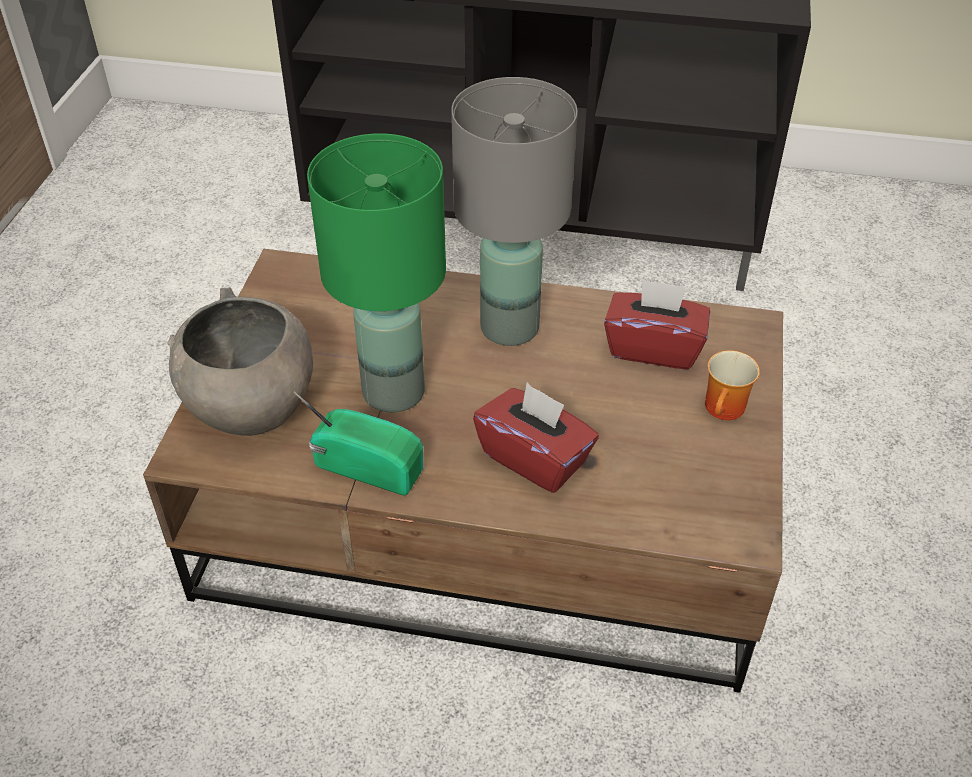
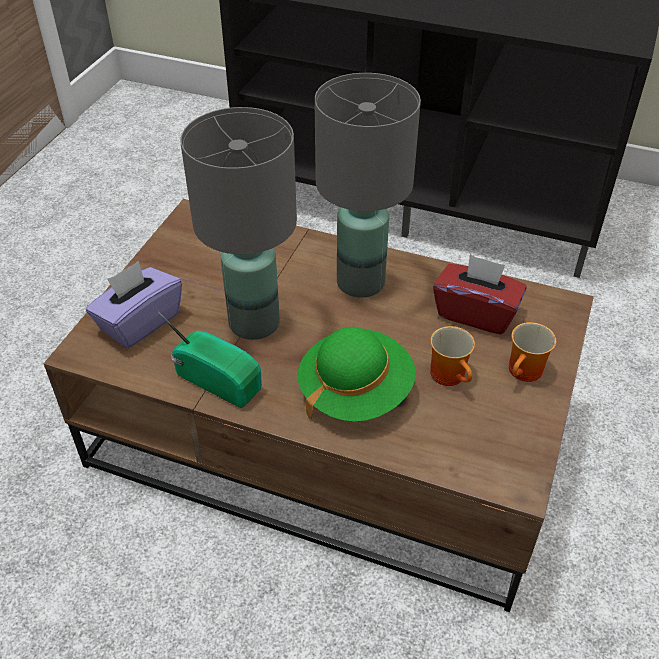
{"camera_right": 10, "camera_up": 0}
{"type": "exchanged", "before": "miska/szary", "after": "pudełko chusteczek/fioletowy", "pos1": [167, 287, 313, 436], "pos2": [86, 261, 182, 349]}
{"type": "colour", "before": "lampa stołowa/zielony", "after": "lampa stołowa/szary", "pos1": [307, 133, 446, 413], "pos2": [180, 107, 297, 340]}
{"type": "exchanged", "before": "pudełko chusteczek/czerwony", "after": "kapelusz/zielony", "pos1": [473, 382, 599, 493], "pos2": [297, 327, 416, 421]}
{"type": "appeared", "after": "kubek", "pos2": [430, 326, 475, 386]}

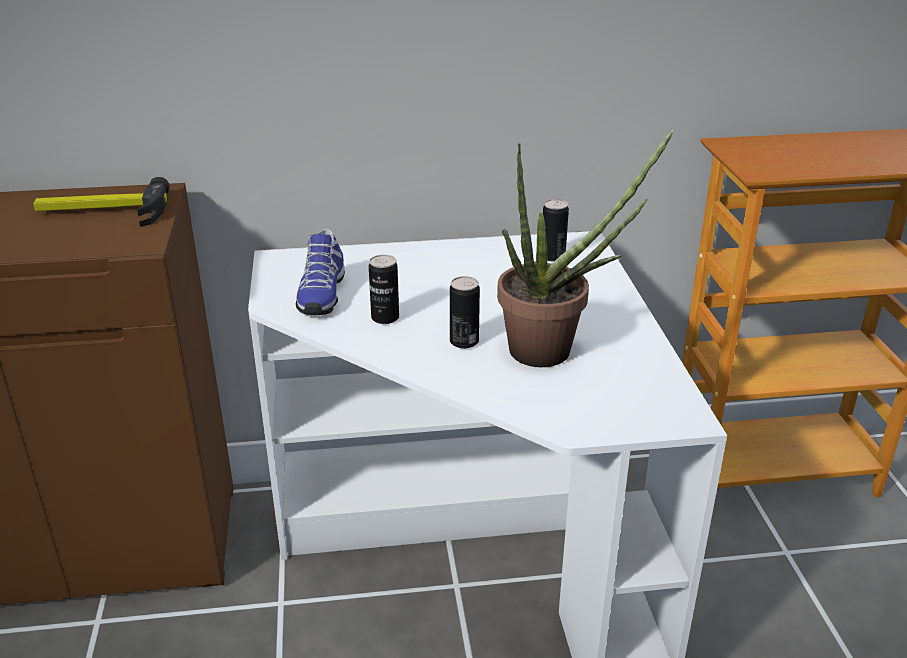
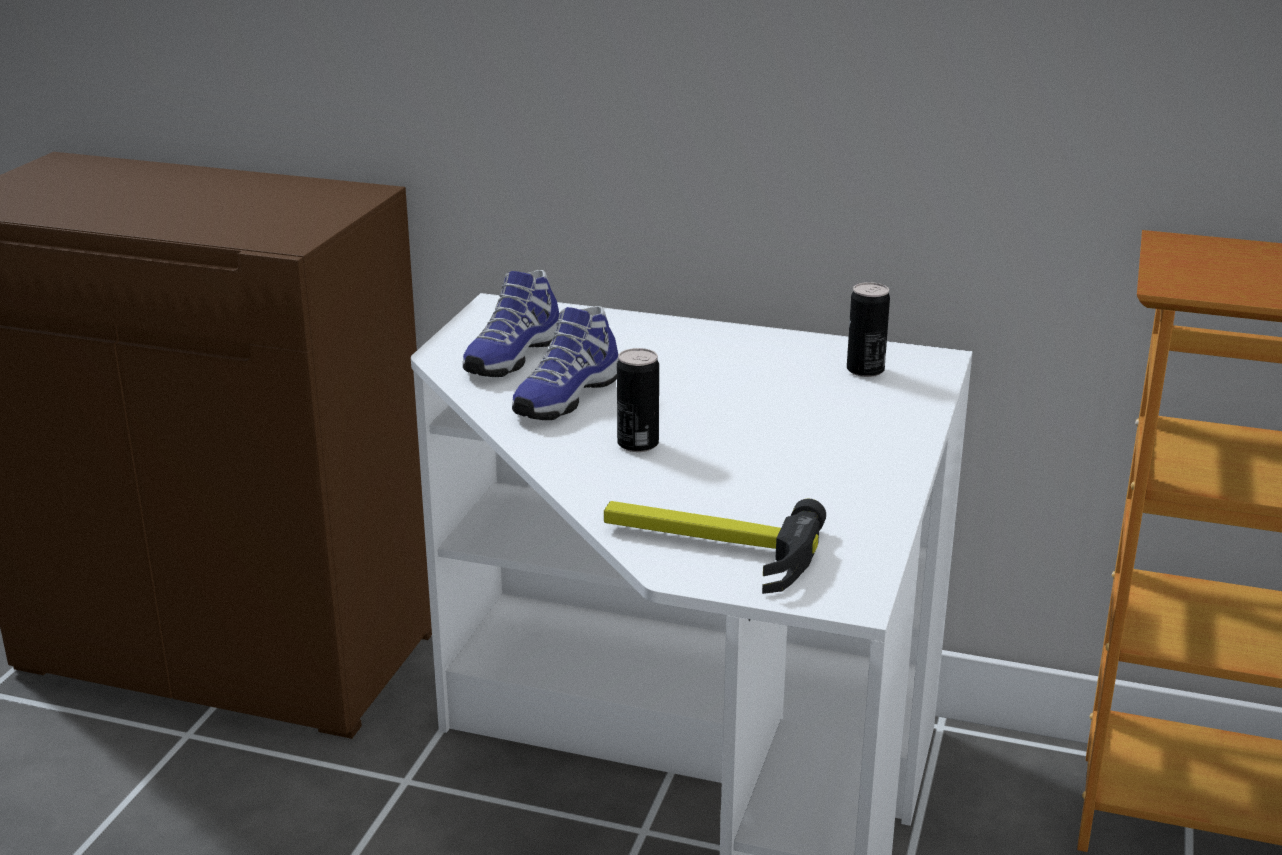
{"camera_right": 25, "camera_up": -5}
{"type": "relocated", "before": "młotek", "pos1": [33, 177, 169, 227], "pos2": [604, 499, 826, 594]}
{"type": "exchanged", "before": "puszka", "after": "but", "pos1": [369, 255, 399, 324], "pos2": [512, 306, 619, 420]}
{"type": "missing", "before": "roślina doniczkowa", "pos1": [497, 129, 674, 367]}

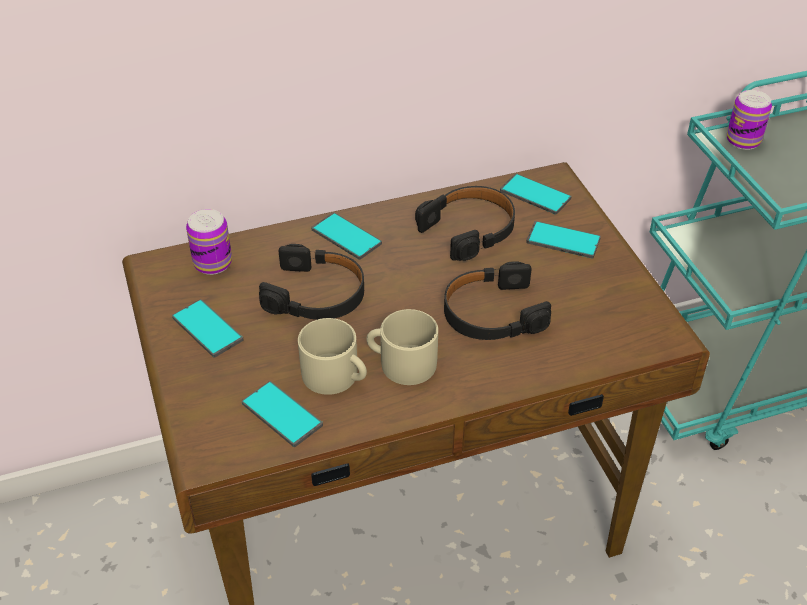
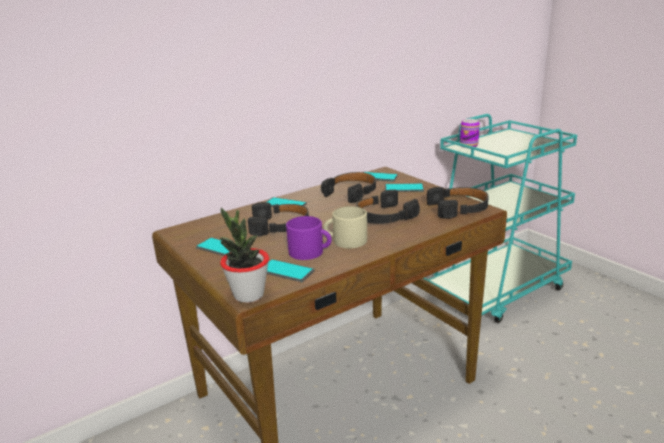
{"camera_right": -15, "camera_up": -20}
{"type": "missing", "before": "puszka", "pos1": [186, 209, 232, 275]}
{"type": "colour", "before": "kubek/beżowy", "after": "kubek/fioletowy", "pos1": [298, 318, 367, 395], "pos2": [286, 216, 332, 260]}
{"type": "appeared", "after": "roślina doniczkowa", "pos2": [219, 207, 269, 303]}
{"type": "appeared", "after": "słuchawki/czarny", "pos2": [427, 187, 489, 219]}

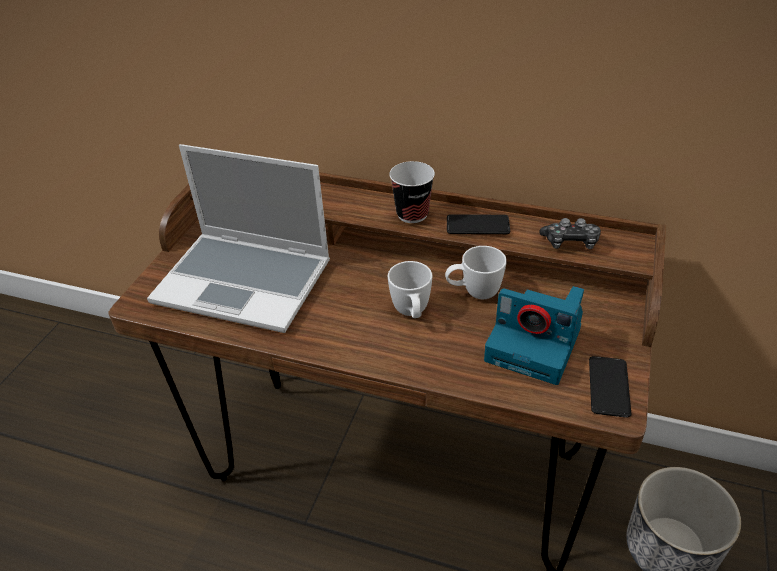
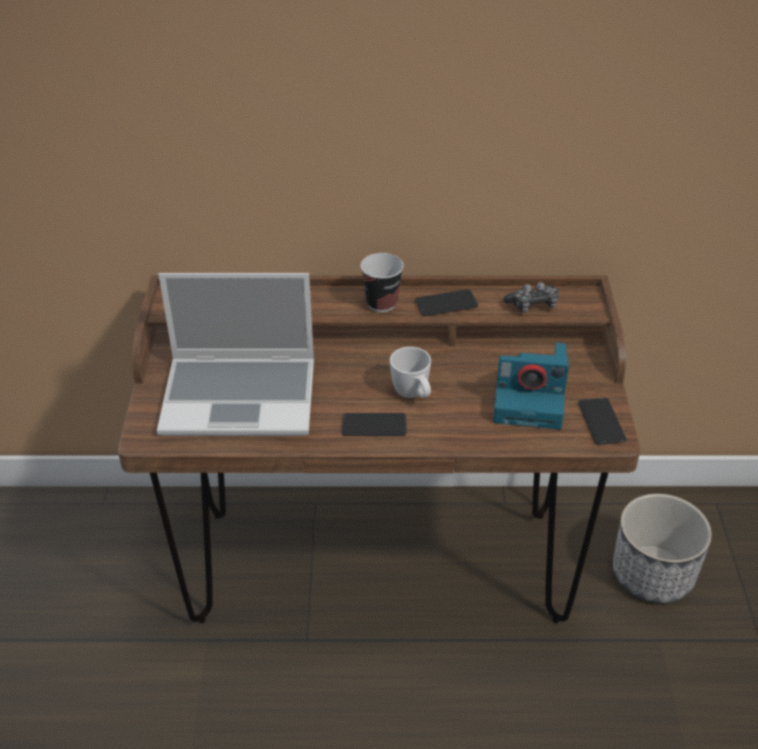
{"camera_right": -20, "camera_up": 0}
{"type": "missing", "before": "kubek/biały", "pos1": [445, 246, 507, 299]}
{"type": "appeared", "after": "telefon", "pos2": [342, 413, 407, 436]}

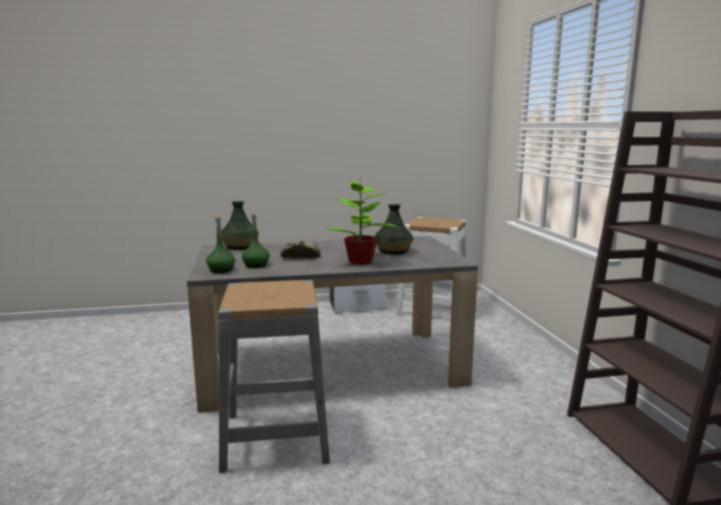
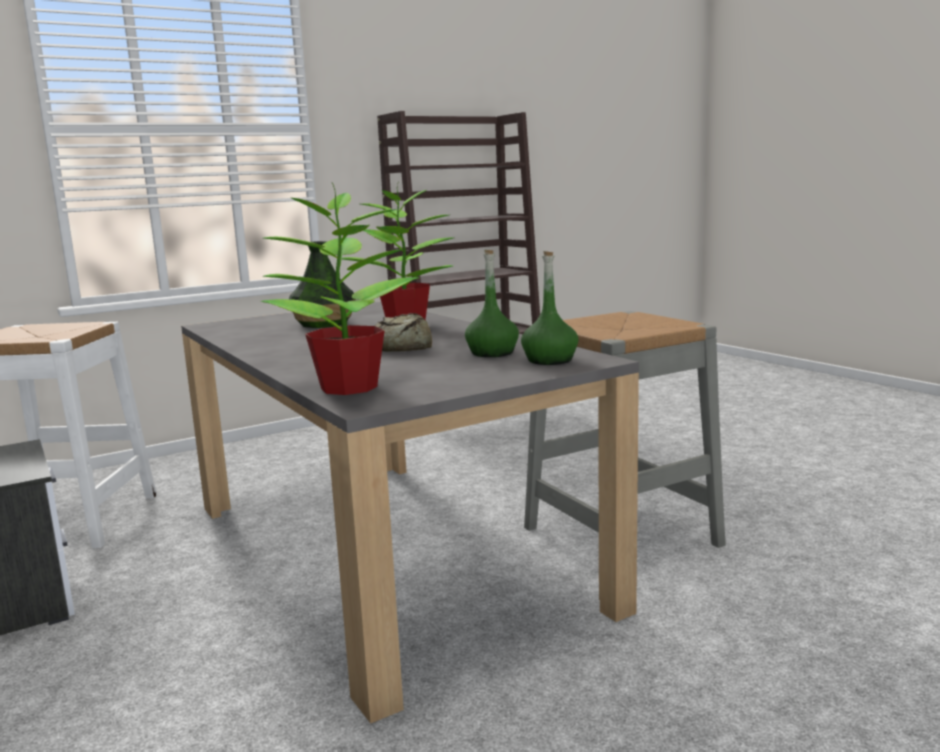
{"camera_right": -110, "camera_up": 0}
{"type": "exchanged", "before": "wazon", "after": "roślina doniczkowa", "pos1": [222, 201, 259, 250], "pos2": [261, 183, 420, 395]}

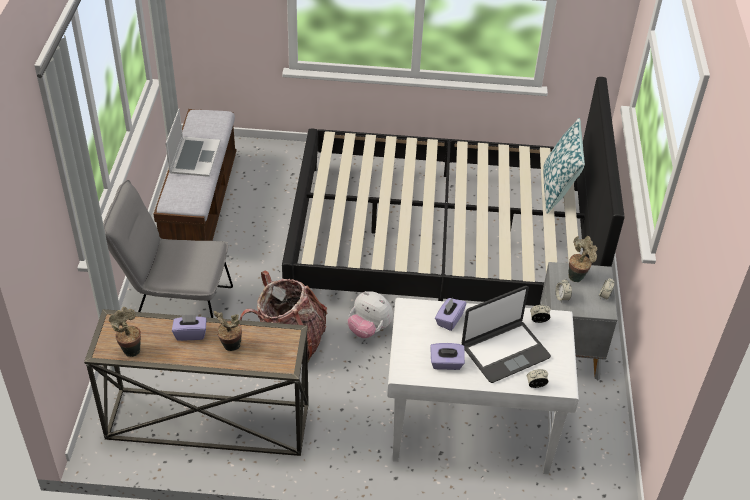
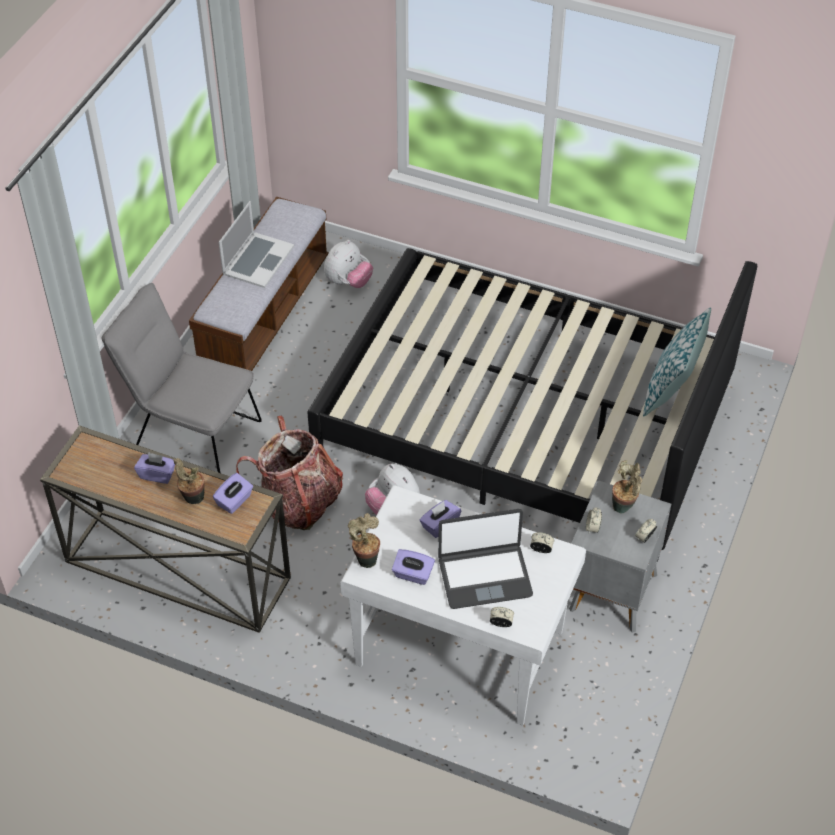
{"camera_right": 20, "camera_up": 5}
{"type": "relocated", "before": "roślina doniczkowa", "pos1": [109, 307, 141, 357], "pos2": [348, 513, 380, 568]}
{"type": "appeared", "after": "pudełko chusteczek/fioletowy", "pos2": [213, 473, 253, 514]}
{"type": "appeared", "after": "pluszak", "pos2": [324, 240, 373, 288]}

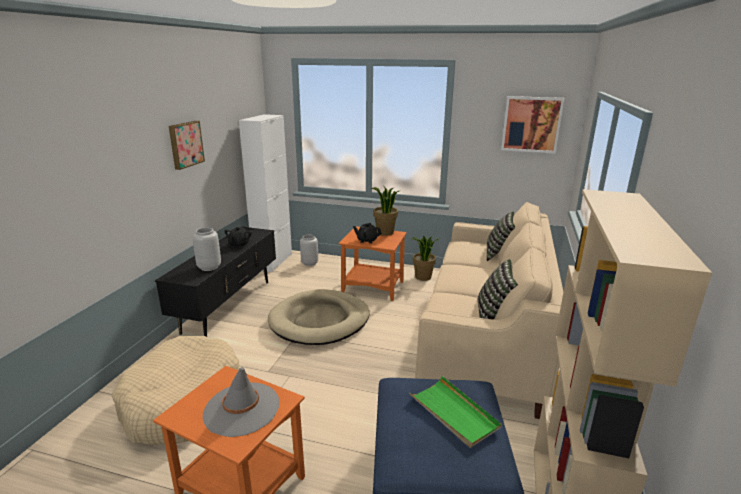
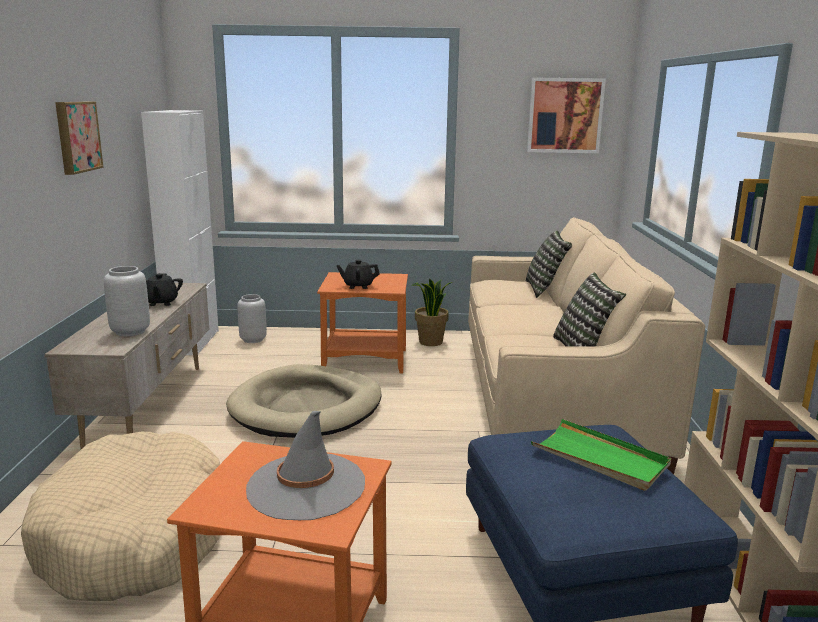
{"camera_right": -15, "camera_up": -5}
{"type": "colour", "before": "szafka pod telewizor/czarny", "after": "szafka pod telewizor/beżowy", "pos1": [155, 227, 276, 337], "pos2": [44, 283, 209, 449]}
{"type": "missing", "before": "roślina doniczkowa", "pos1": [371, 185, 399, 236]}

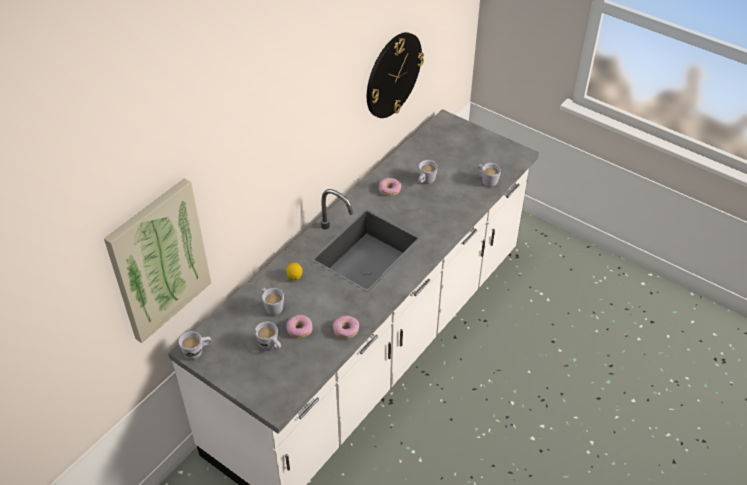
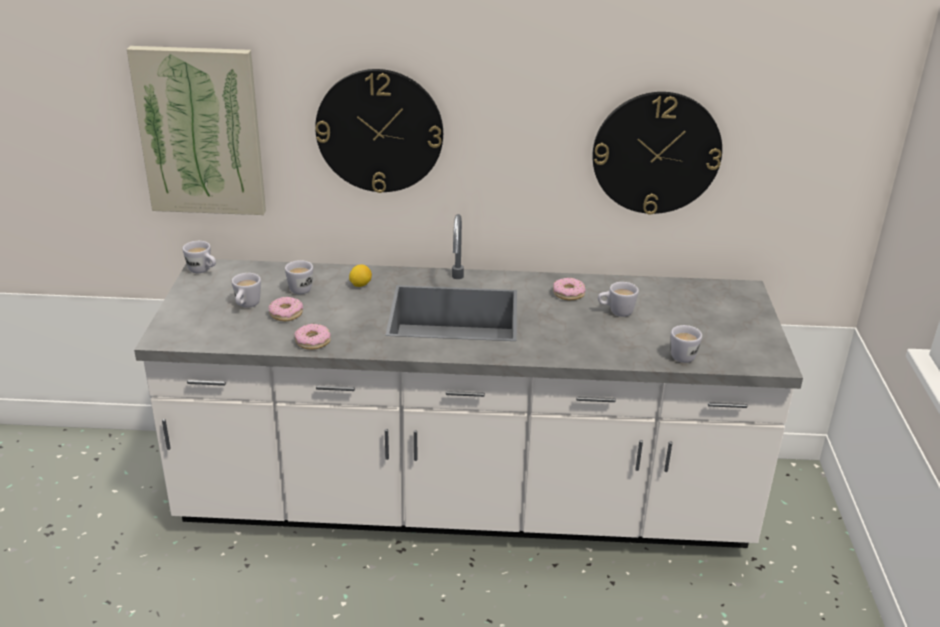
{"camera_right": 55, "camera_up": -15}
{"type": "appeared", "after": "zegar ścienny", "pos2": [315, 69, 443, 193]}

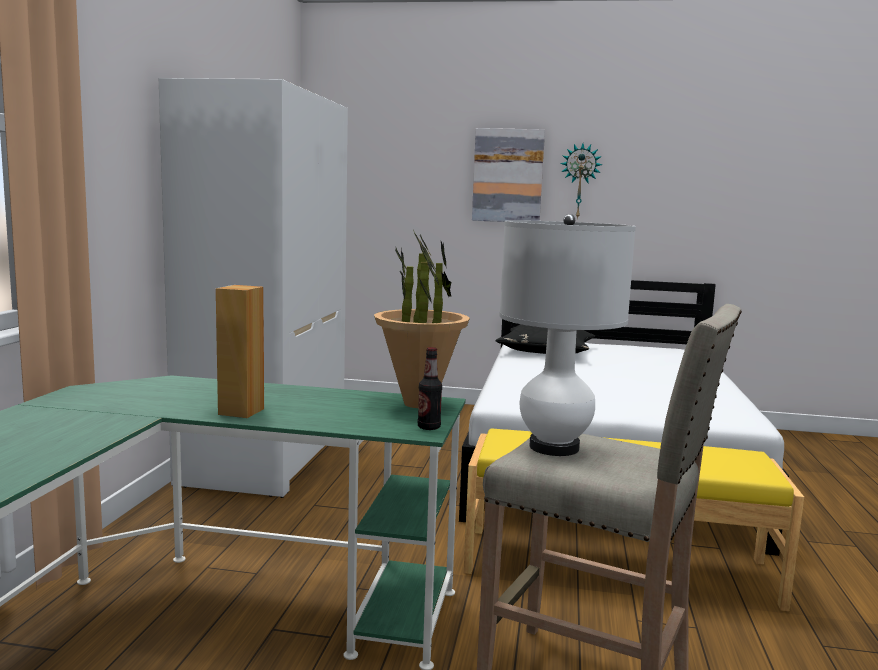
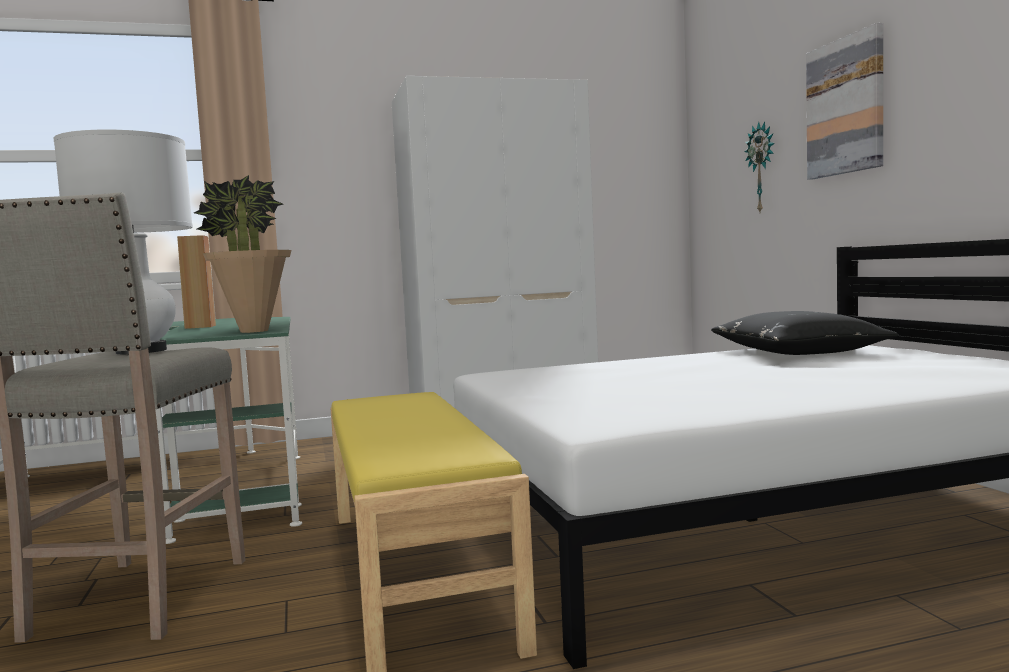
{"camera_right": 65, "camera_up": -5}
{"type": "missing", "before": "butelka", "pos1": [418, 347, 442, 430]}
{"type": "relocated", "before": "zegar ścienny", "pos1": [560, 143, 602, 220], "pos2": [744, 122, 775, 212]}

